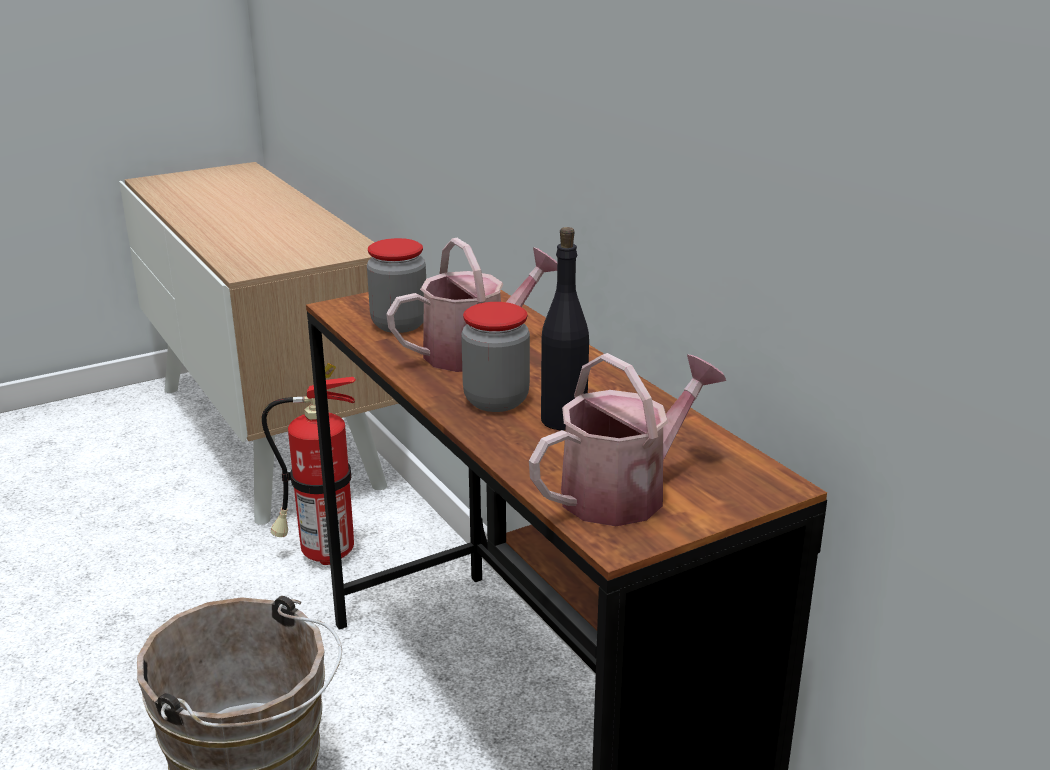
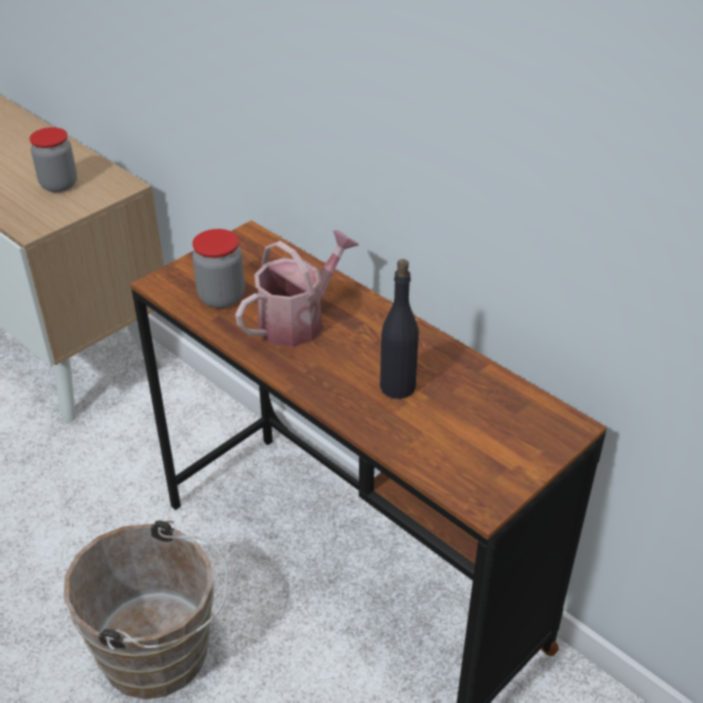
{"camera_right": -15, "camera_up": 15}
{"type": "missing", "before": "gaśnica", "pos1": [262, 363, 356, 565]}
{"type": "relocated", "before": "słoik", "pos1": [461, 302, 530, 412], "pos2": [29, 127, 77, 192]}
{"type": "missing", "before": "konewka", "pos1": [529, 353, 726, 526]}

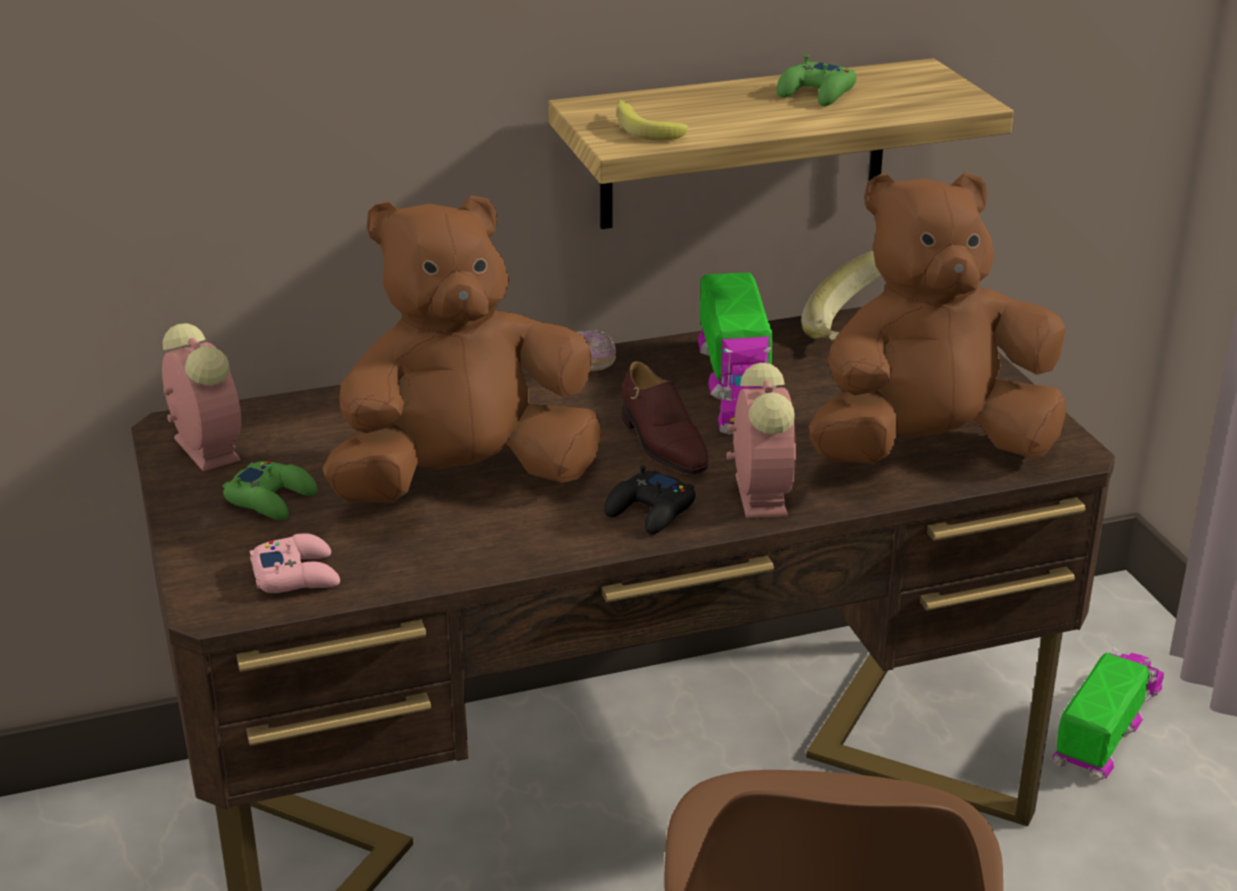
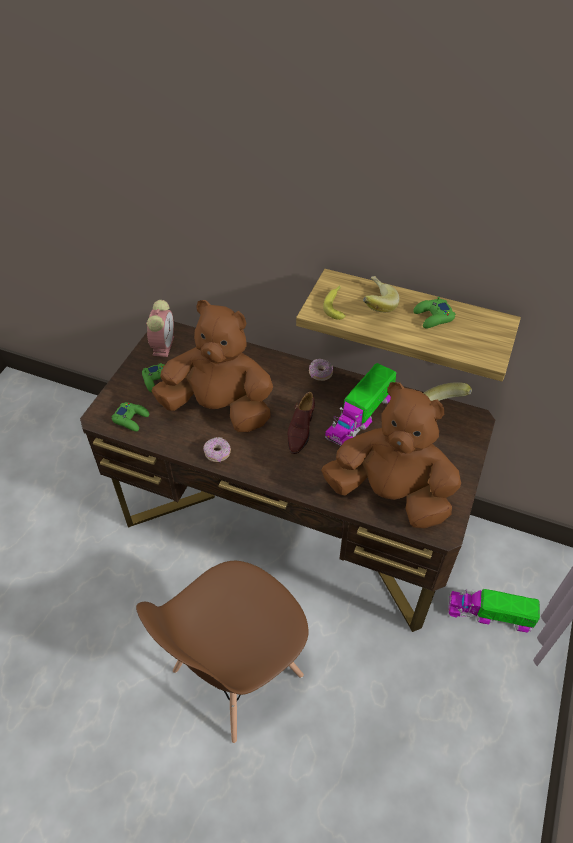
{"camera_right": 40, "camera_up": 20}
{"type": "colour", "before": "pad do gier/różowy", "after": "pad do gier/zielony", "pos1": [250, 533, 340, 593], "pos2": [111, 402, 149, 431]}
{"type": "missing", "before": "pad do gier/czarny", "pos1": [604, 466, 696, 534]}
{"type": "missing", "before": "budzik", "pos1": [727, 362, 797, 518]}
{"type": "spun", "before": "ciężarówka zabawkowa", "pos1": [1052, 646, 1164, 781], "pos2": [448, 589, 540, 632], "turn": -150}
{"type": "appeared", "after": "donut", "pos2": [203, 437, 231, 462]}
{"type": "appeared", "after": "banan", "pos2": [363, 276, 400, 312]}

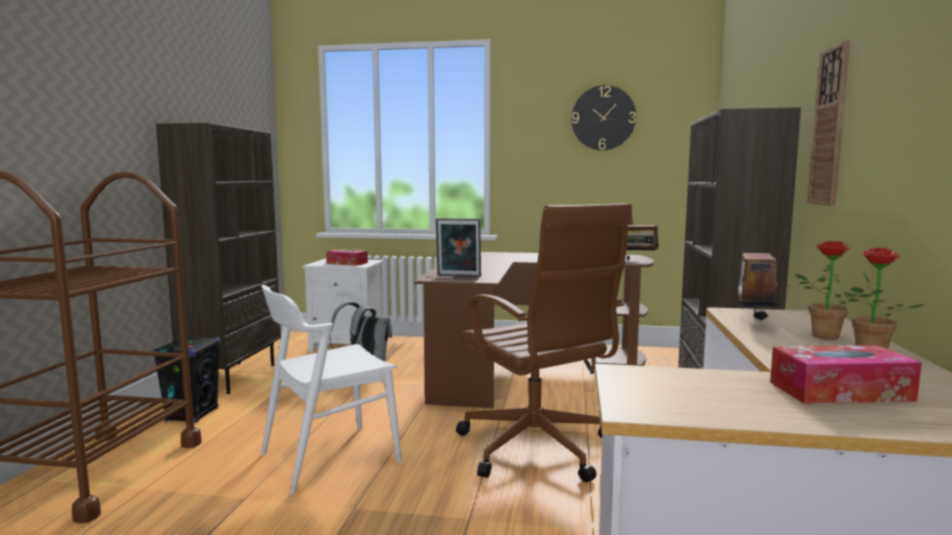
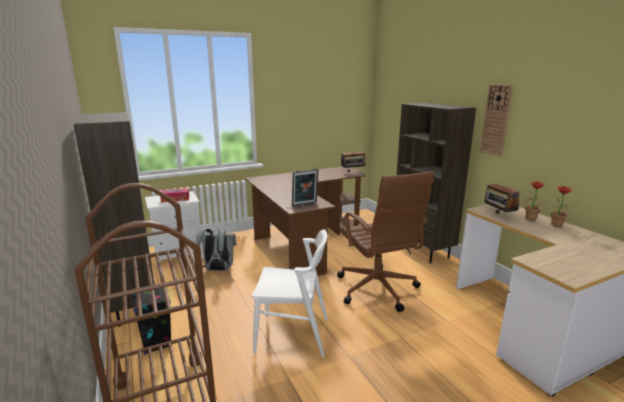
{"camera_right": -35, "camera_up": 10}
{"type": "spun", "before": "krzesło/biały", "pos1": [261, 285, 402, 495], "pos2": [251, 229, 328, 357], "turn": -105}
{"type": "spun", "before": "krzesło biurowe/brązowy", "pos1": [456, 203, 633, 482], "pos2": [337, 171, 434, 312], "turn": 45}
{"type": "missing", "before": "zegar ścienny", "pos1": [571, 85, 636, 150]}
{"type": "missing", "before": "pudełko chusteczek", "pos1": [770, 345, 922, 404]}

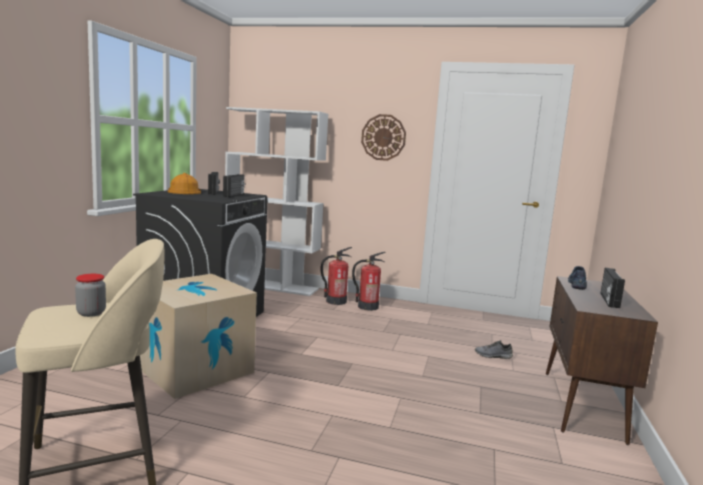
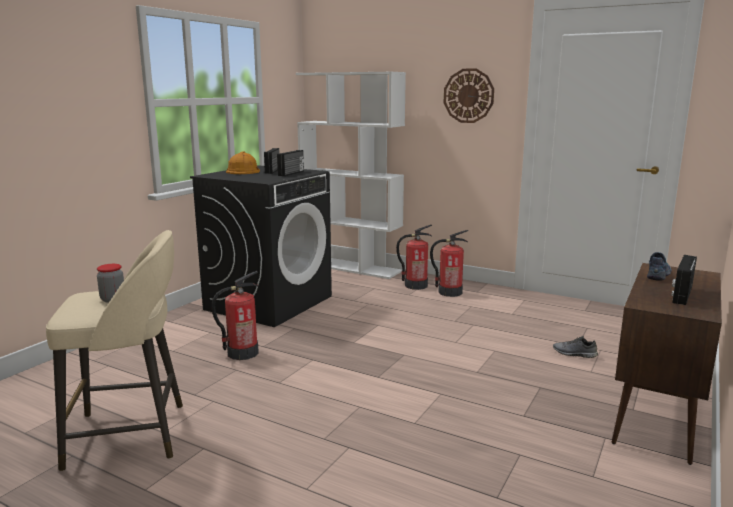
{"camera_right": 15, "camera_up": 5}
{"type": "exchanged", "before": "karton", "after": "gaśnica", "pos1": [140, 274, 257, 399], "pos2": [211, 271, 259, 360]}

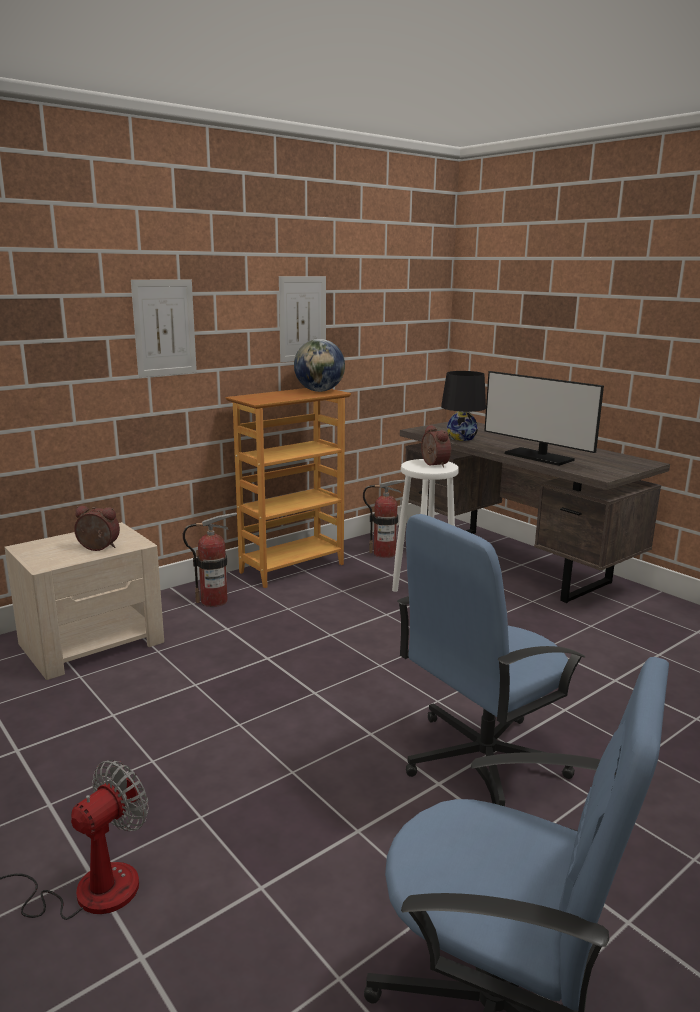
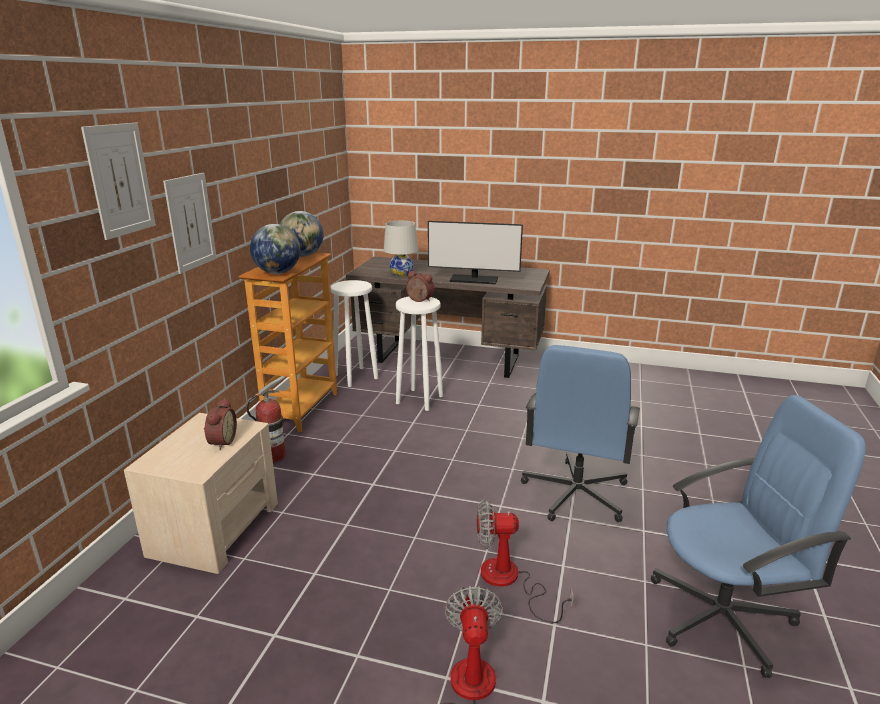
{"camera_right": -35, "camera_up": 5}
{"type": "spun", "before": "budzik", "pos1": [74, 506, 120, 551], "pos2": [204, 398, 237, 450], "turn": 120}
{"type": "relocated", "before": "obraz", "pos1": [279, 276, 326, 363], "pos2": [81, 123, 156, 240]}
{"type": "exchanged", "before": "gaśnica", "after": "stołek/biały", "pos1": [363, 479, 405, 558], "pos2": [330, 280, 378, 387]}
{"type": "colour", "before": "lampa stołowa/czarny", "after": "lampa stołowa/biały", "pos1": [441, 371, 486, 441], "pos2": [384, 221, 418, 277]}
{"type": "appeared", "after": "globus", "pos2": [250, 224, 300, 274]}
{"type": "appeared", "after": "wentylator", "pos2": [477, 499, 574, 623]}

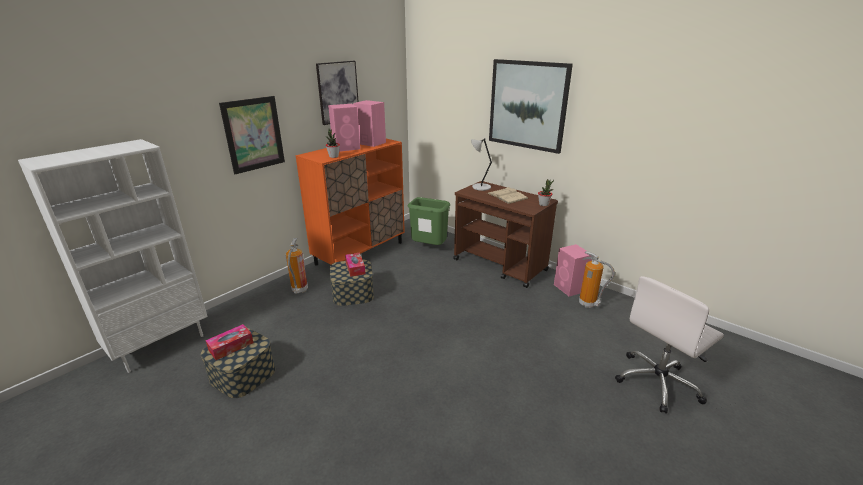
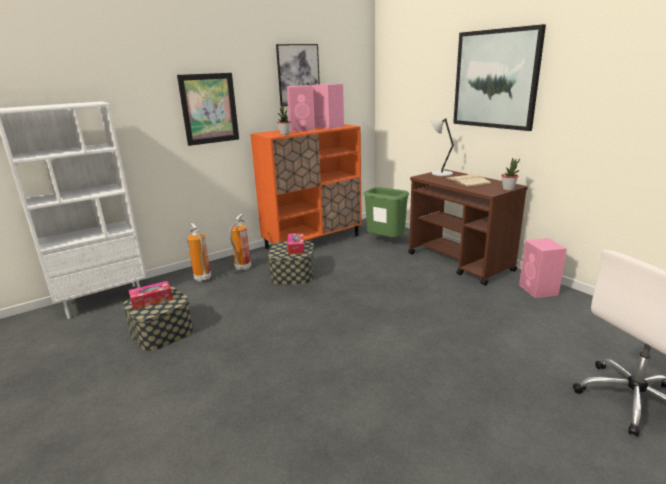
{"camera_right": 15, "camera_up": -5}
{"type": "relocated", "before": "gaśnica", "pos1": [579, 251, 615, 308], "pos2": [187, 223, 211, 281]}

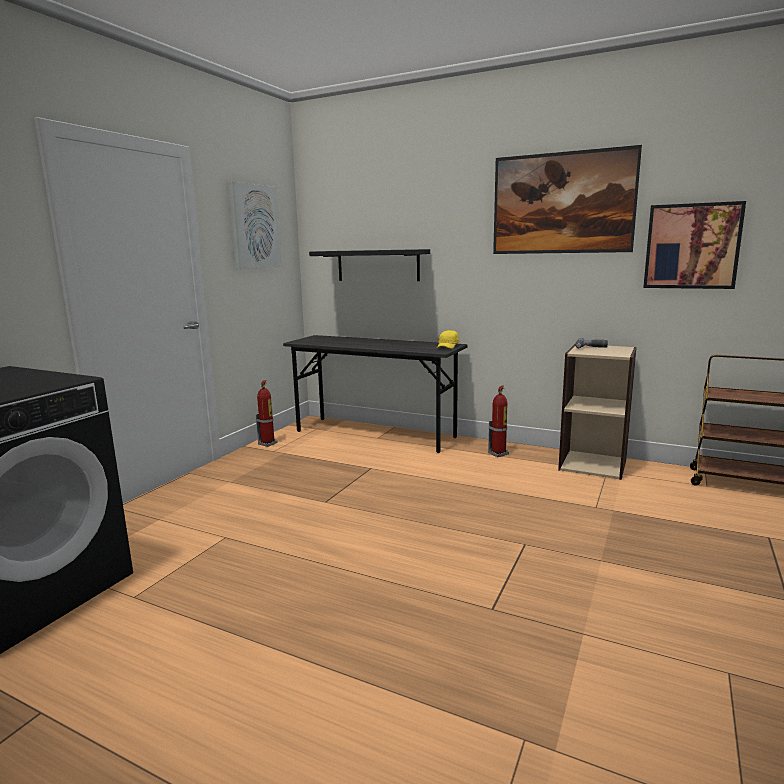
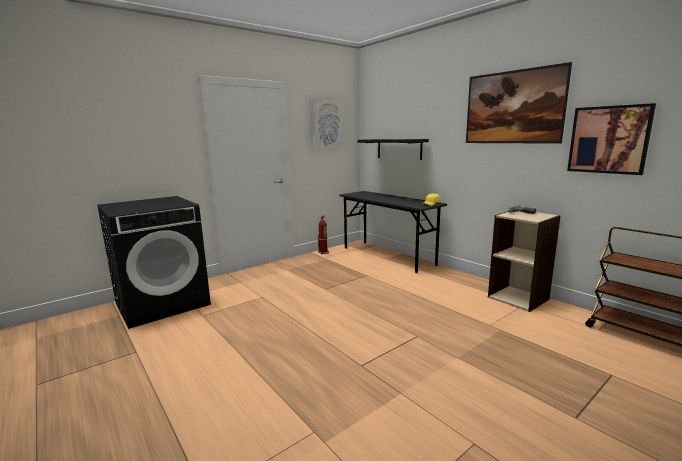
{"camera_right": 25, "camera_up": 0}
{"type": "missing", "before": "gaśnica", "pos1": [488, 385, 509, 457]}

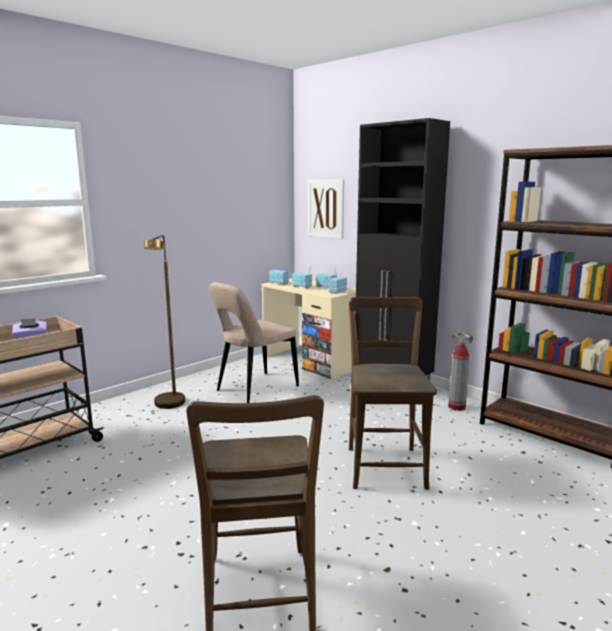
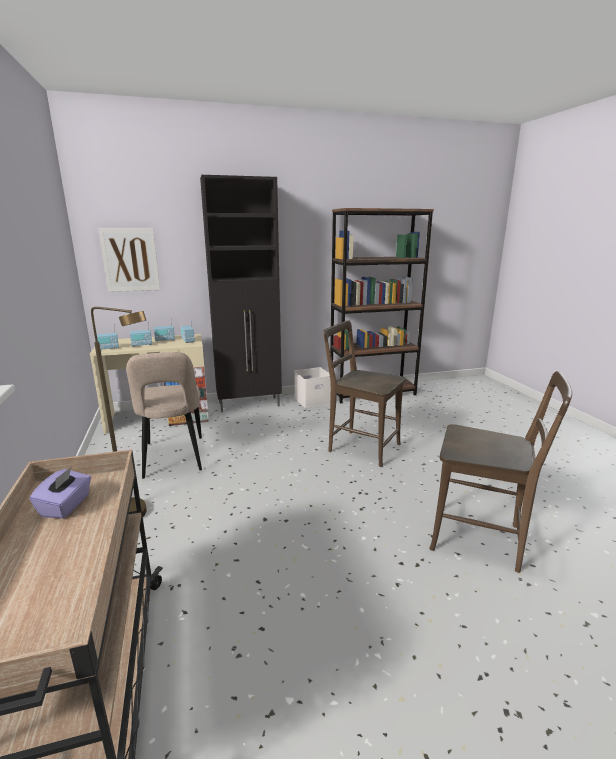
{"camera_right": -60, "camera_up": 5}
{"type": "exchanged", "before": "gaśnica", "after": "pojemnik do przechowywania/biały", "pos1": [448, 331, 473, 411], "pos2": [294, 367, 331, 408]}

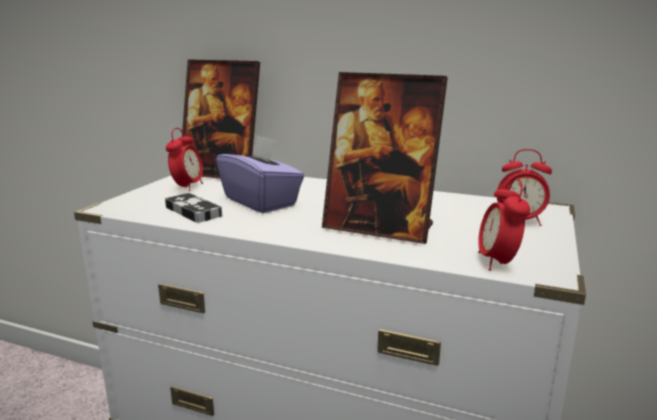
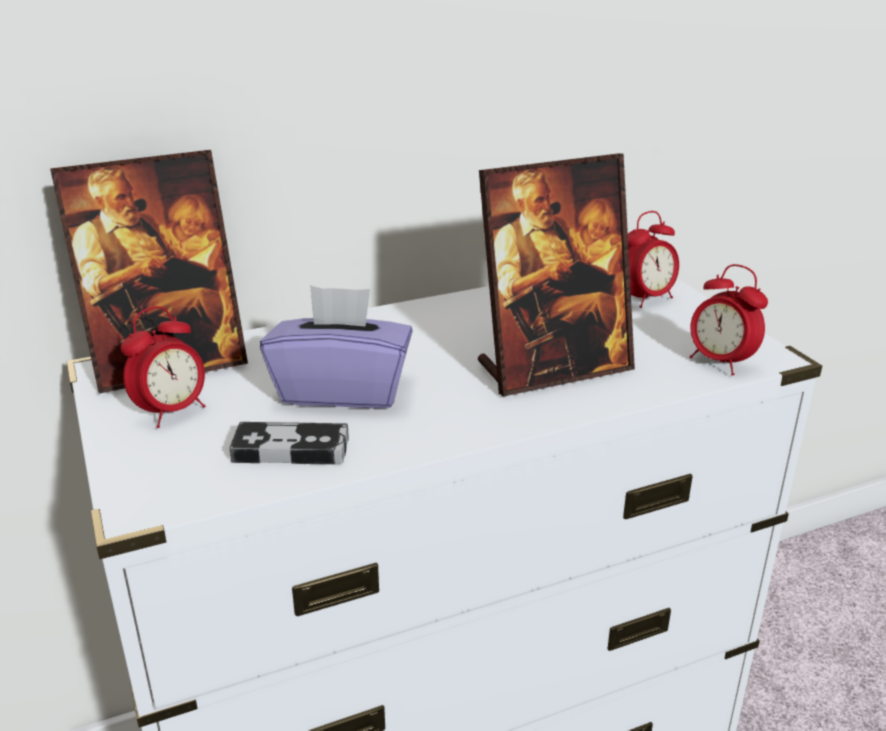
{"camera_right": -45, "camera_up": 10}
{"type": "spun", "before": "budzik", "pos1": [166, 128, 203, 191], "pos2": [121, 306, 205, 428], "turn": 75}

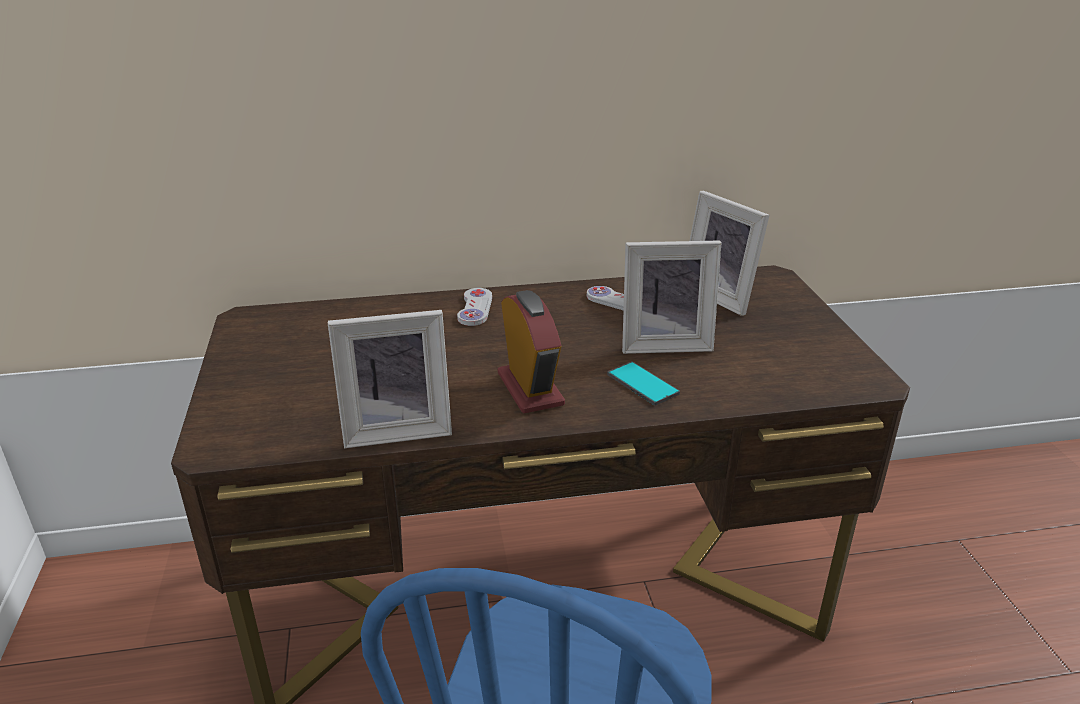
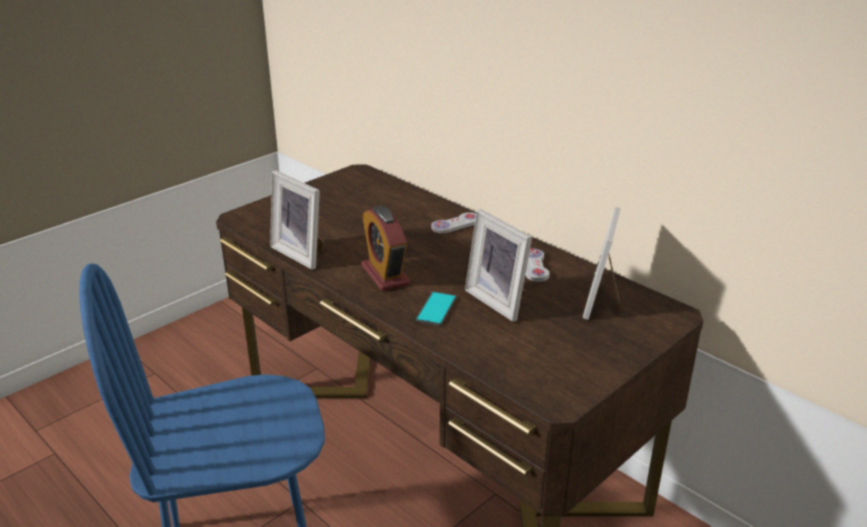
{"camera_right": 55, "camera_up": 0}
{"type": "spun", "before": "budzik", "pos1": [498, 290, 565, 413], "pos2": [361, 206, 411, 291], "turn": 120}

